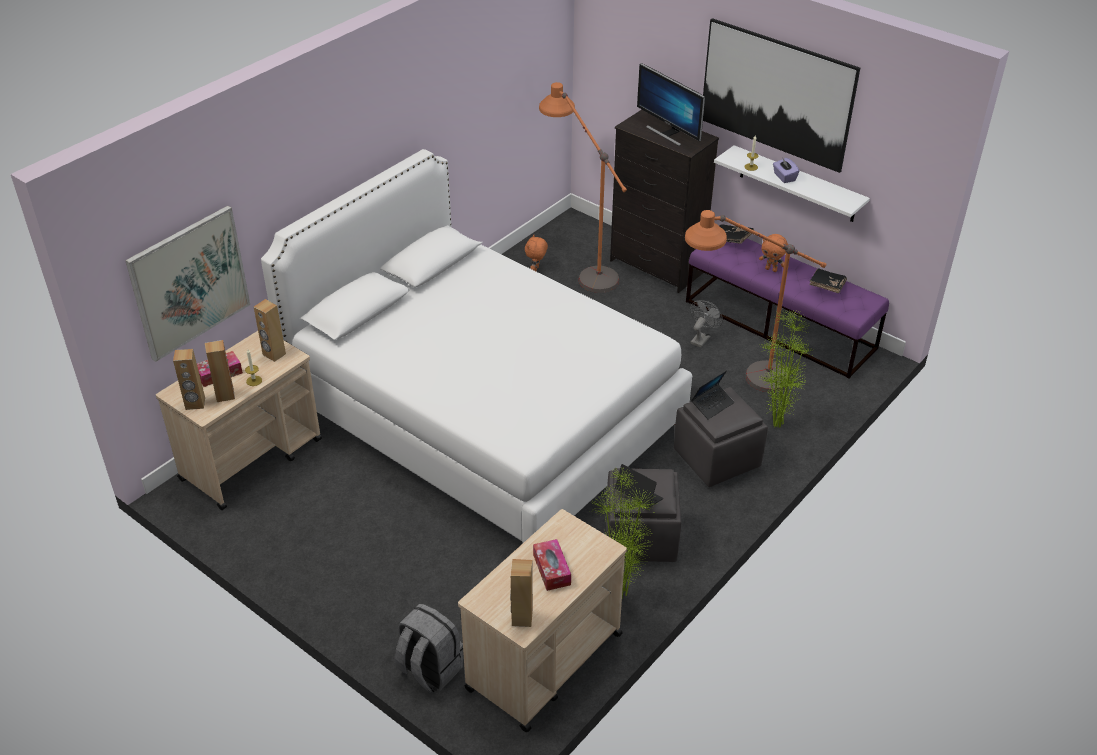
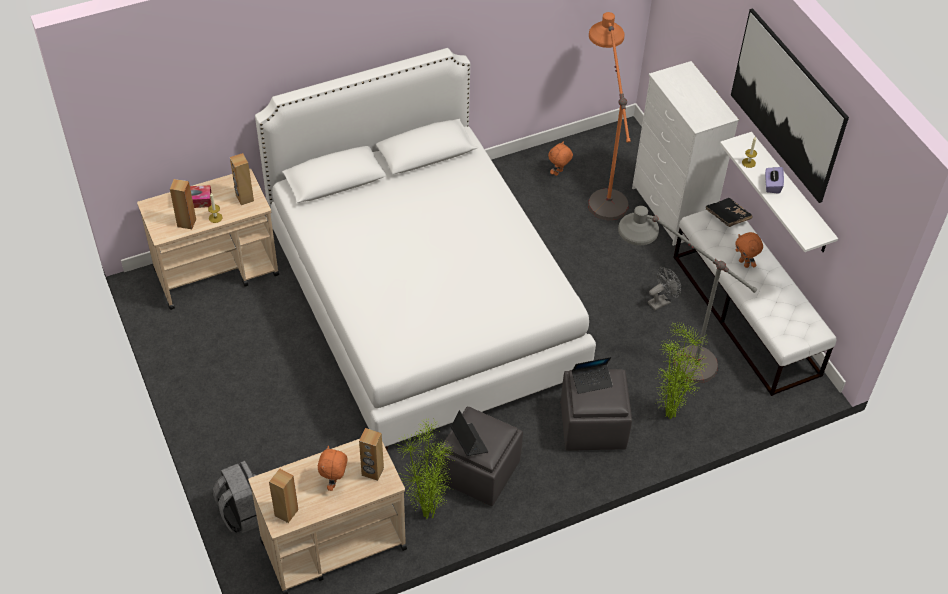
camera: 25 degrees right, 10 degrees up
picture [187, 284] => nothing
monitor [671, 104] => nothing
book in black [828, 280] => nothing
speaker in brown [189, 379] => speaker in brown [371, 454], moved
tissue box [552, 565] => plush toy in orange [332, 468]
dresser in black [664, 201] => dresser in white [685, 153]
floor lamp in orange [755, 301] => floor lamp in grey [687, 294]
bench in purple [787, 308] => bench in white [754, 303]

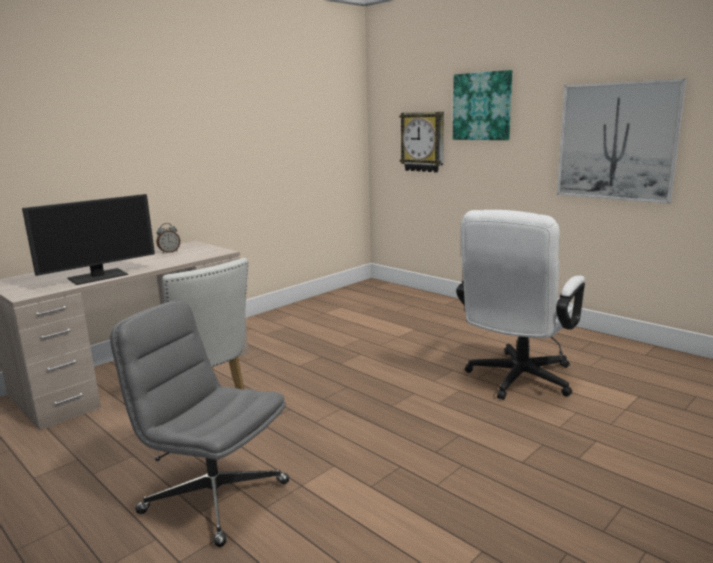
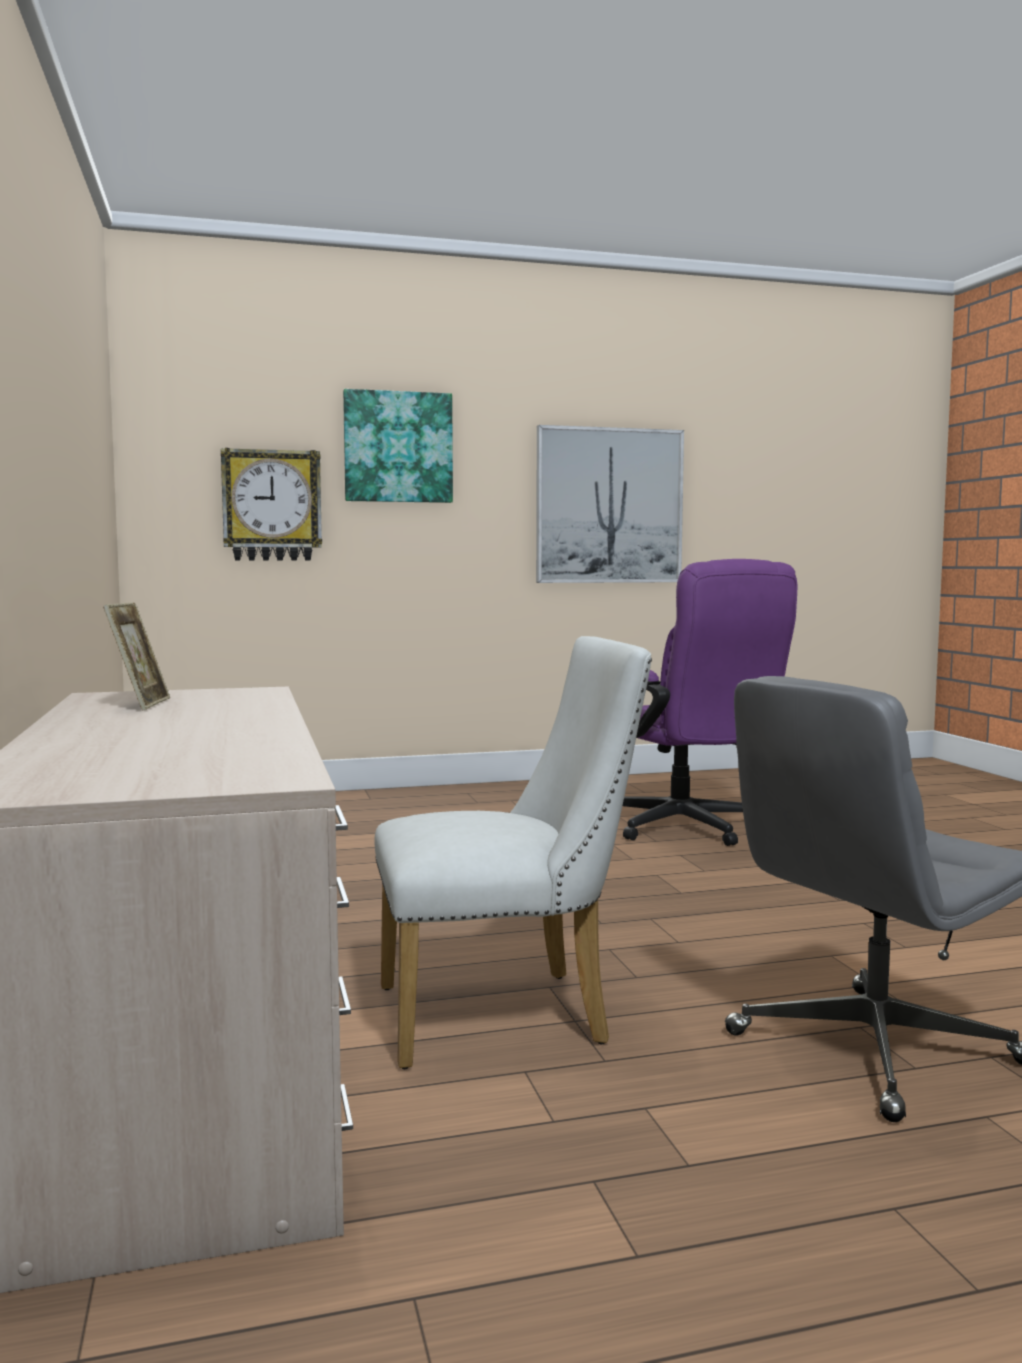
camera: 60 degrees left, 10 degrees down
monitor [88, 239] => nothing
alarm clock [168, 238] => picture frame [136, 656]
office chair in white [520, 305] => office chair in purple [710, 702]

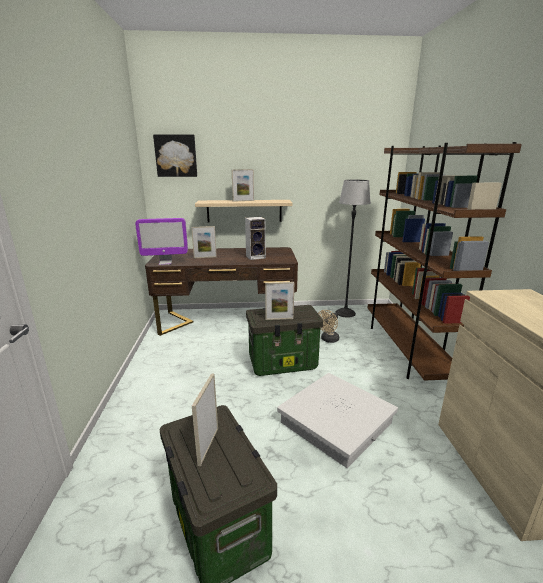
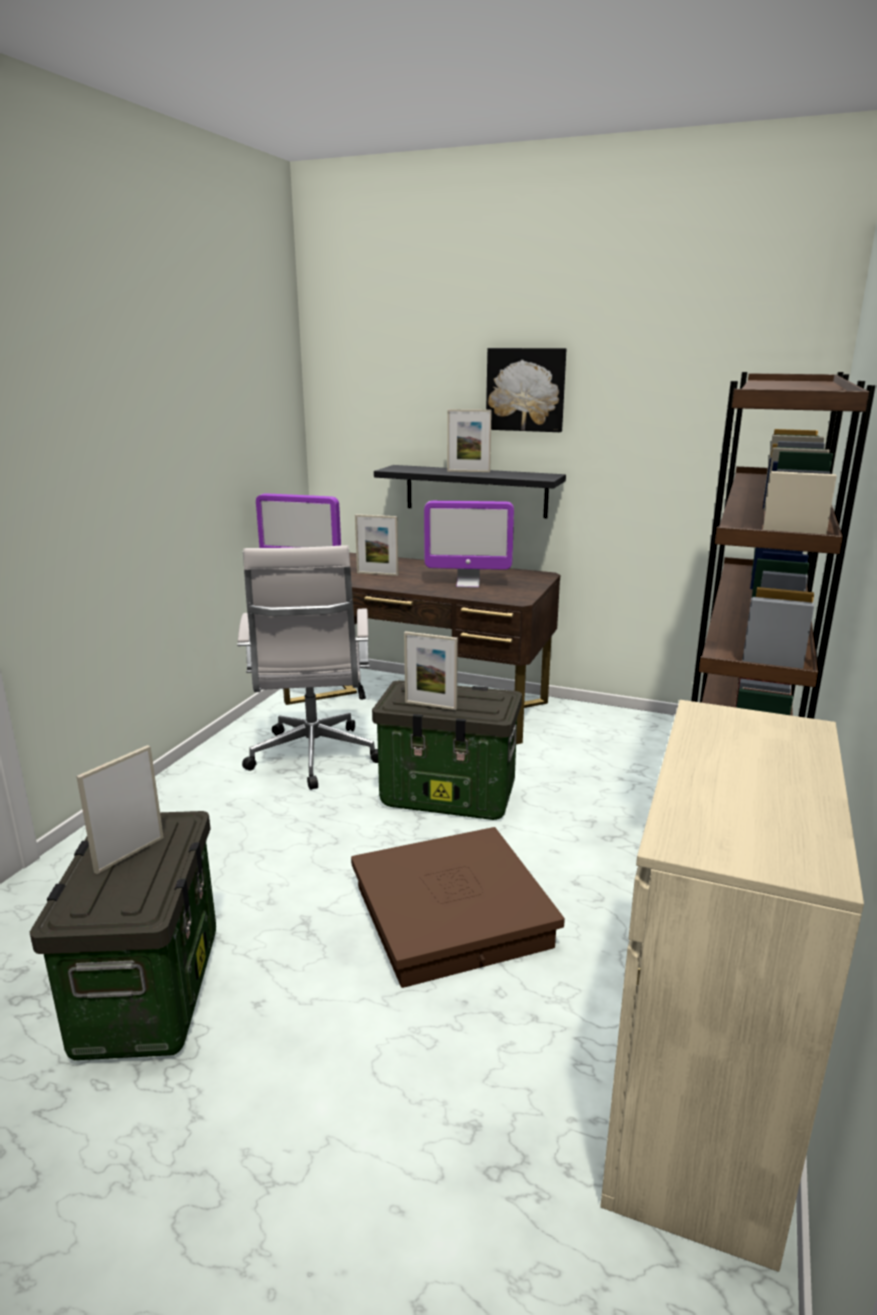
camera: 25 degrees right, 0 degrees up
fan in beige [328, 326] => nothing
floor lamp [353, 249] => nothing
nothing => office chair in white [307, 667]
picture [175, 155] => picture [526, 390], moved
speaker [255, 238] => monitor [469, 544]
shelf in beige [243, 211] => shelf in black [470, 491]
storage box in white [337, 420] => storage box in brown [458, 907]

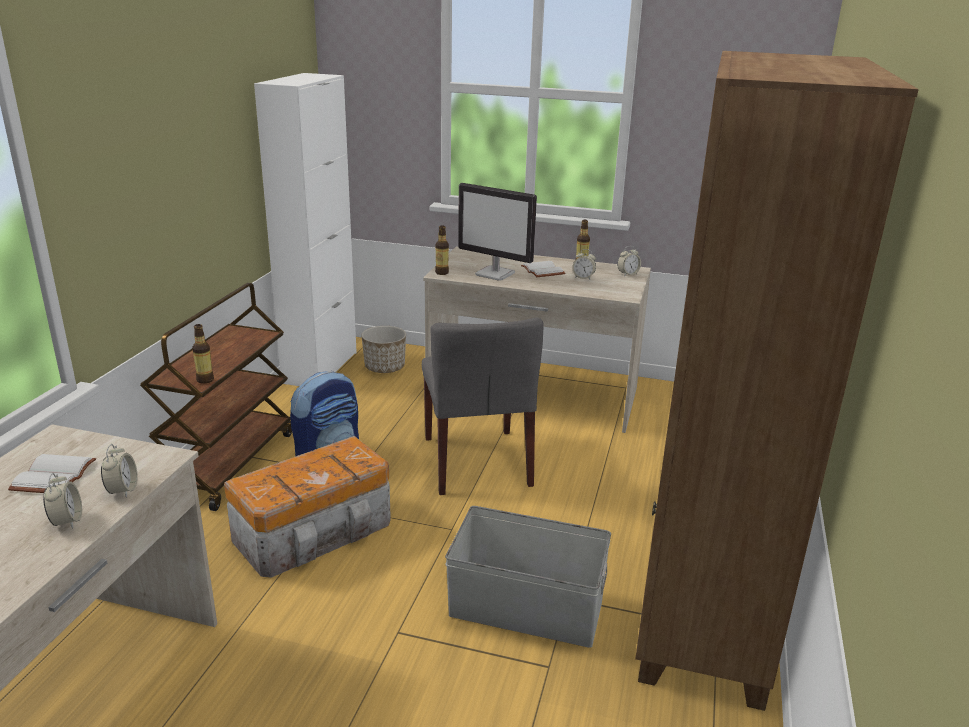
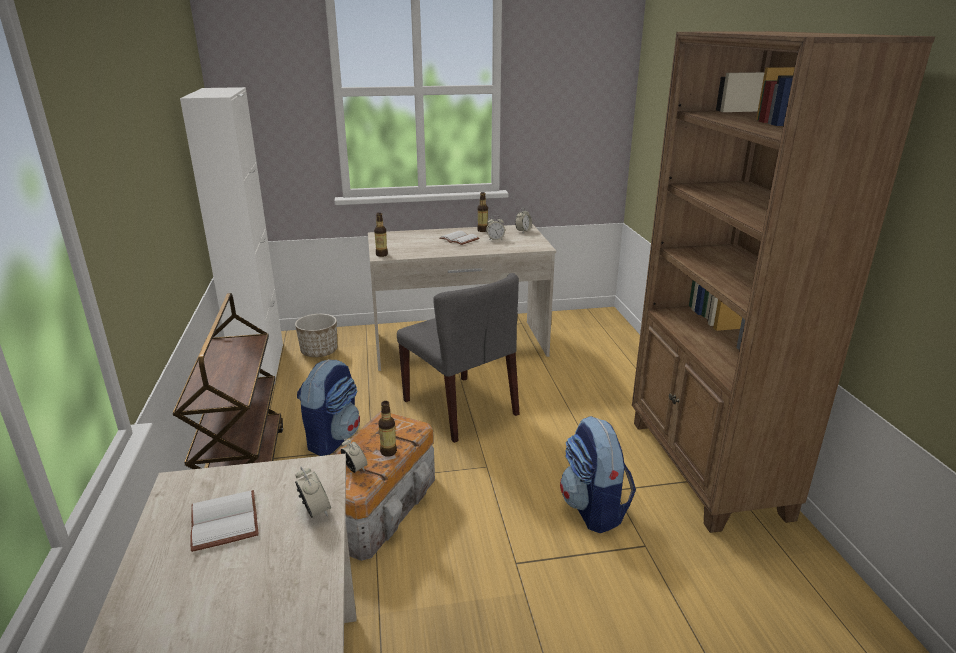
camera: 25 degrees left, 0 degrees up
monitor [497, 232] => nothing
alarm clock [62, 501] => alarm clock [354, 455], moved
bottle [203, 354] => bottle [387, 429], moved
storage box in grey [528, 577] => backpack [598, 474]

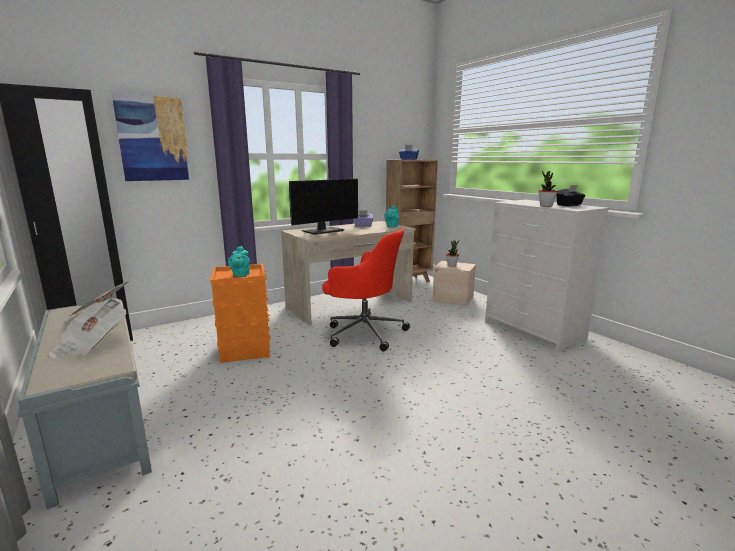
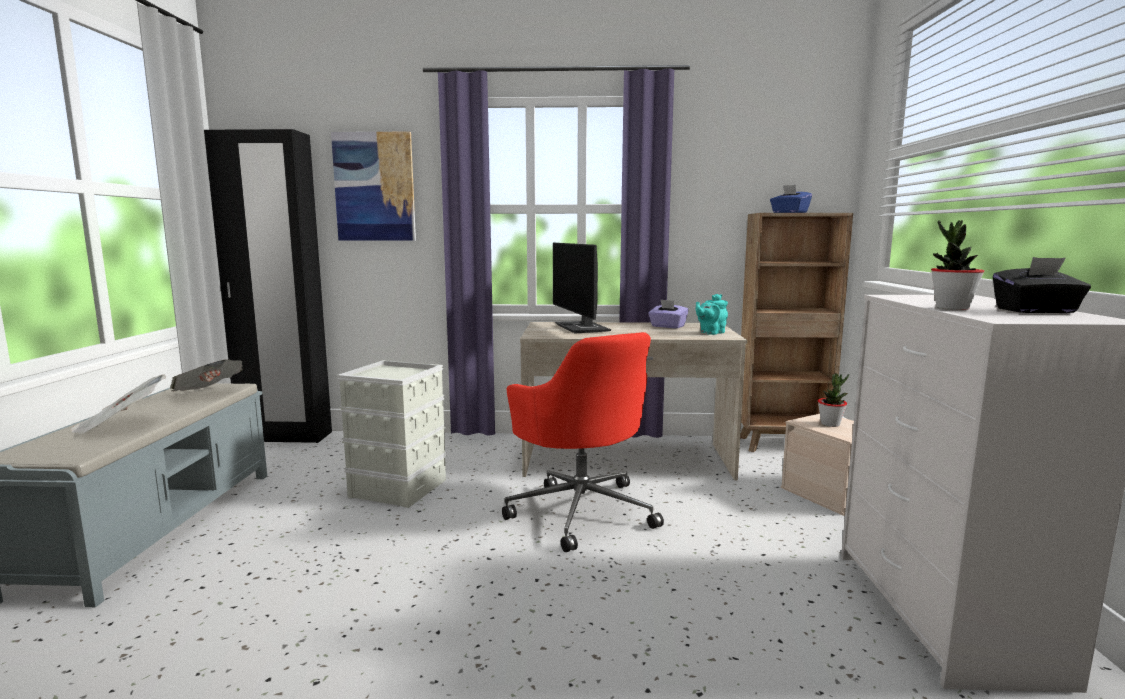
camera: 35 degrees right, 5 degrees down
teapot in turquoise [239, 261] => nothing
storage box in orange [240, 313] => storage box in grey [392, 434]
monitor [323, 207] => monitor [582, 288], 75 degrees clockwise

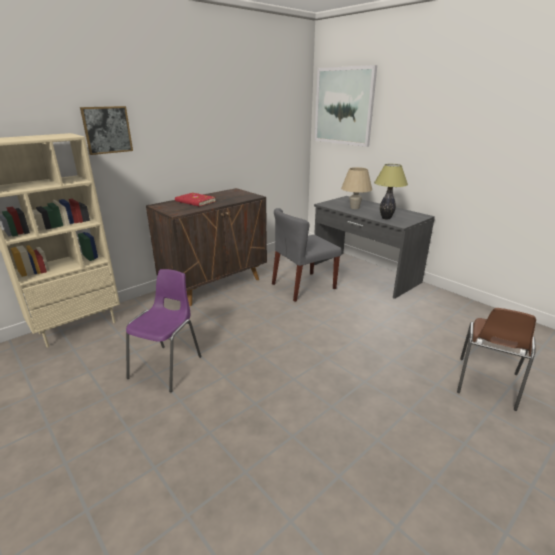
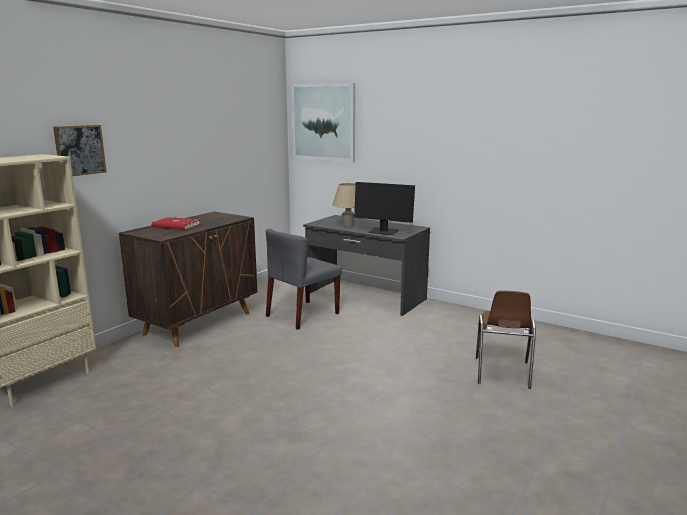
camera: 15 degrees left, 10 degrees down
chair in purple [163, 330] => nothing
table lamp [391, 191] => monitor [384, 208]

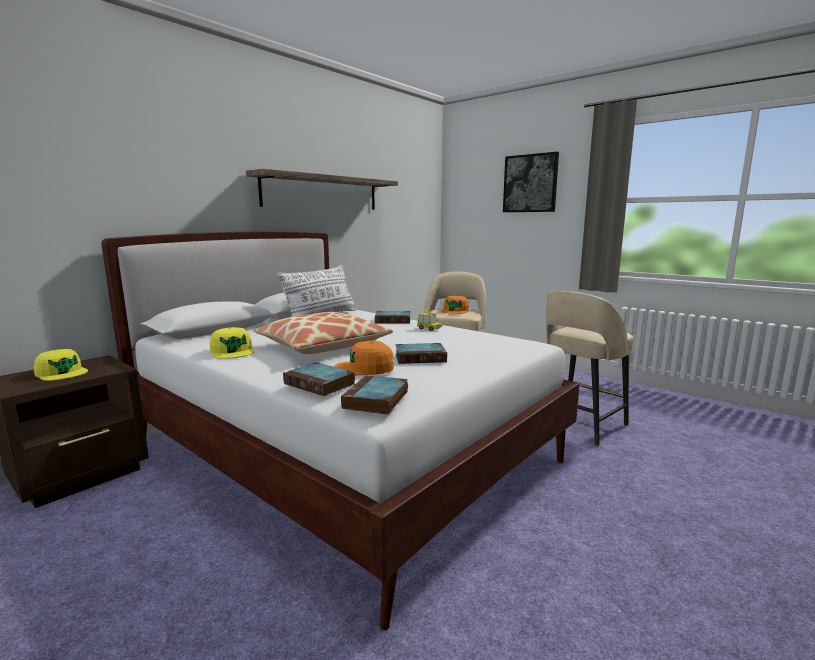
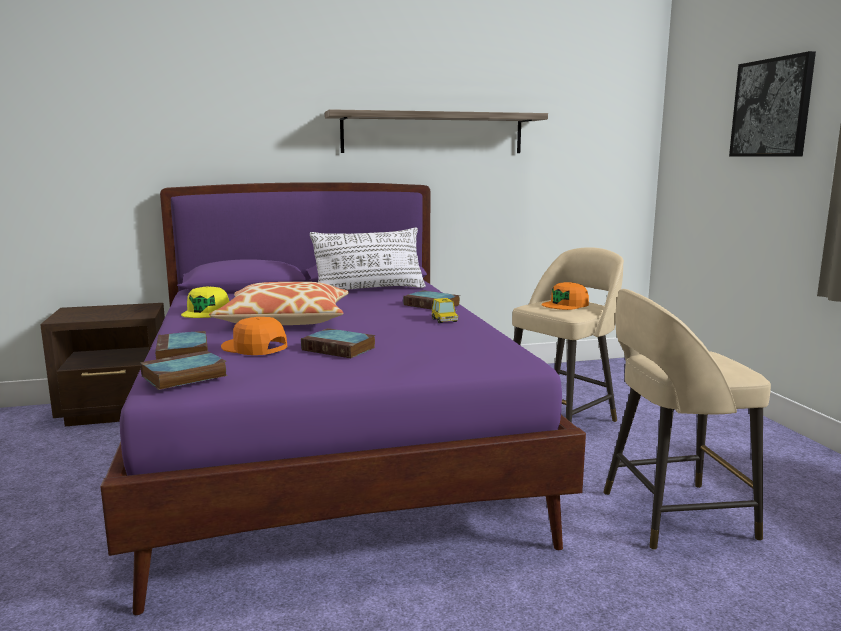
camera: 35 degrees right, 0 degrees up
cap in yellow [60, 365] => nothing
bed in white [340, 430] => bed in purple [343, 398]

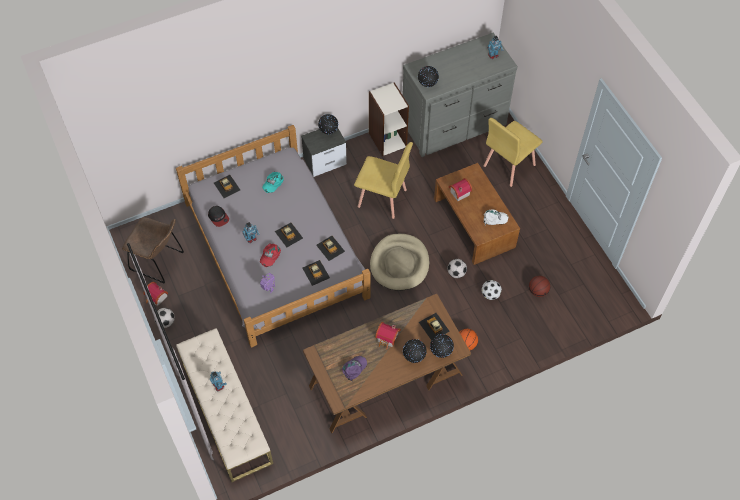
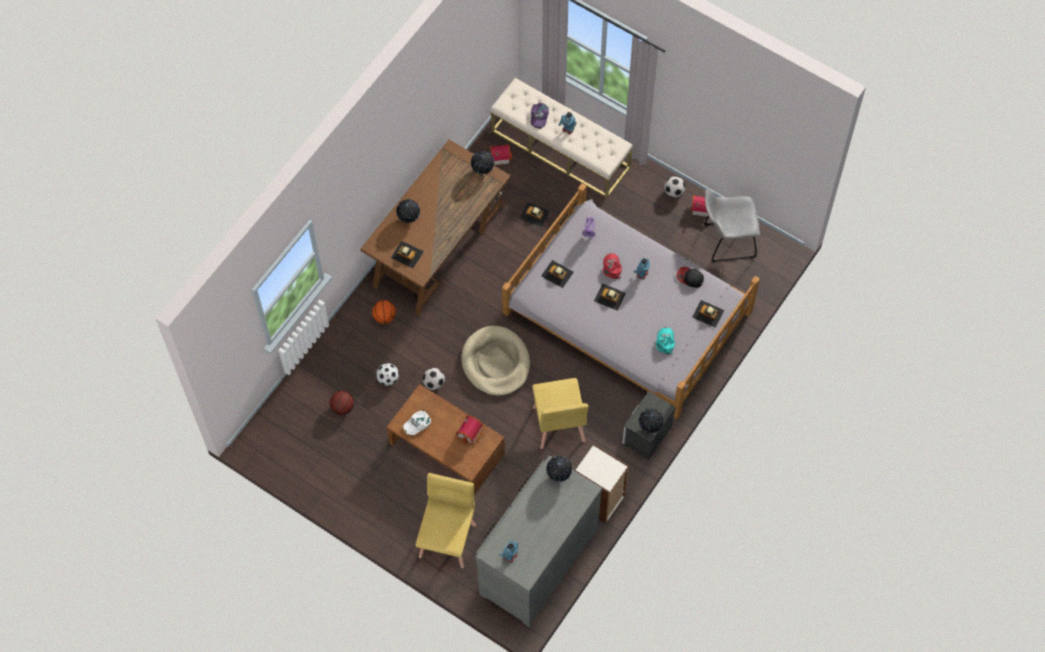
camera: 150 degrees right, 5 degrees up
toy car [330, 248] => toy car [534, 214], moved
cap in purple [354, 369] => cap in purple [540, 116], moved
toy house [388, 336] => toy house [501, 154], moved
globe [442, 346] => globe [482, 162], moved
chair in brown [153, 250] => chair in grey [732, 226]
chair in yellow [383, 180] => chair in yellow [560, 413], 90 degrees counterclockwise

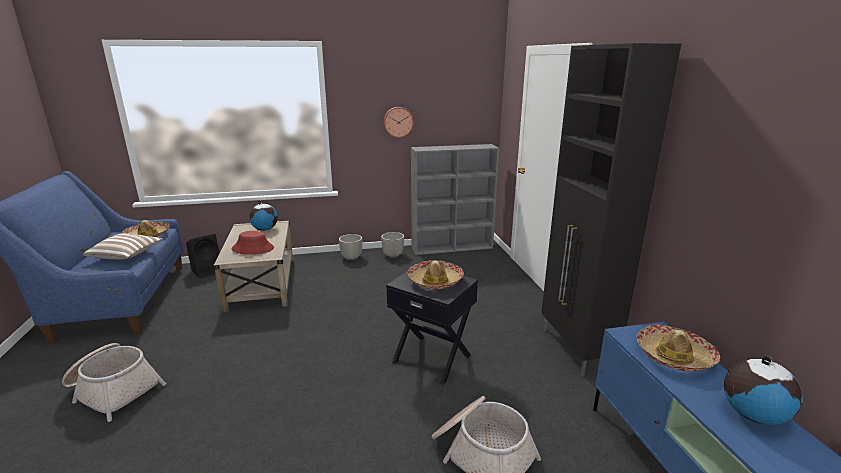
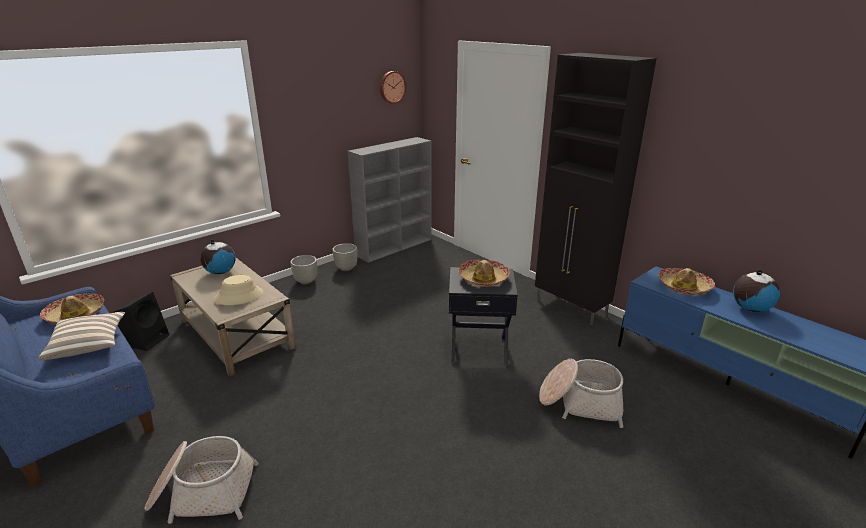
camera: 30 degrees left, 5 degrees up
wall clock [398, 122] => wall clock [393, 87], moved
hat in red [253, 243] => hat in beige [239, 290]

